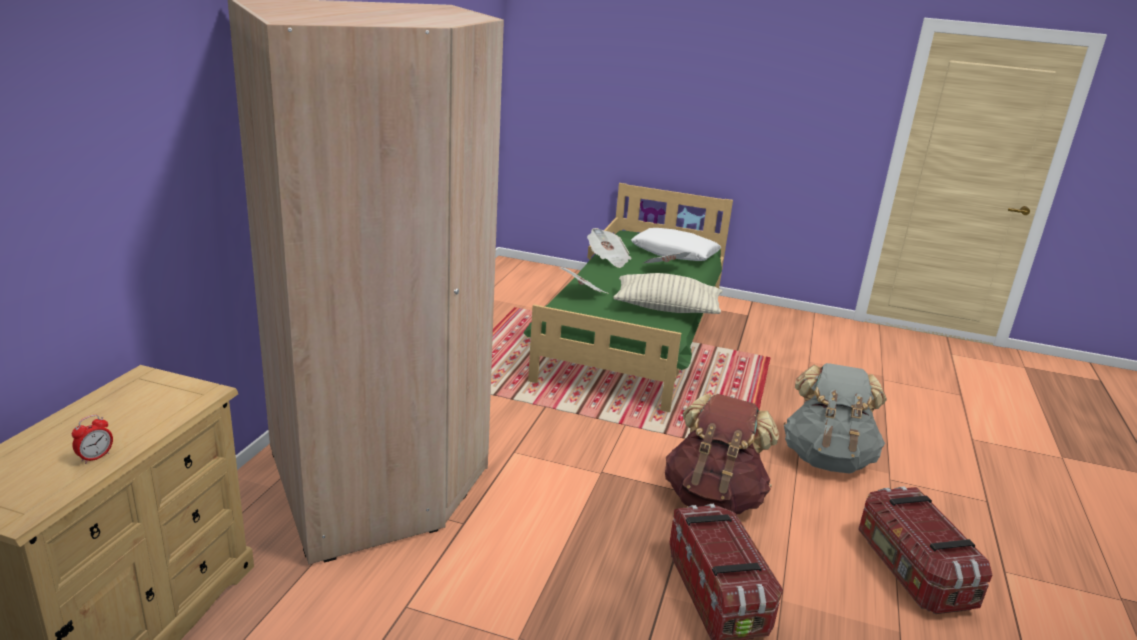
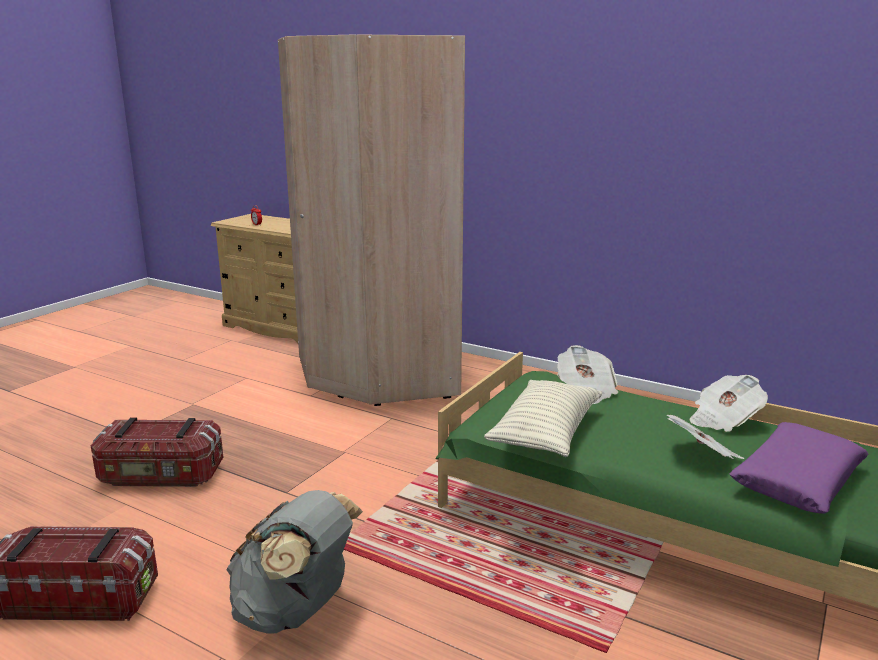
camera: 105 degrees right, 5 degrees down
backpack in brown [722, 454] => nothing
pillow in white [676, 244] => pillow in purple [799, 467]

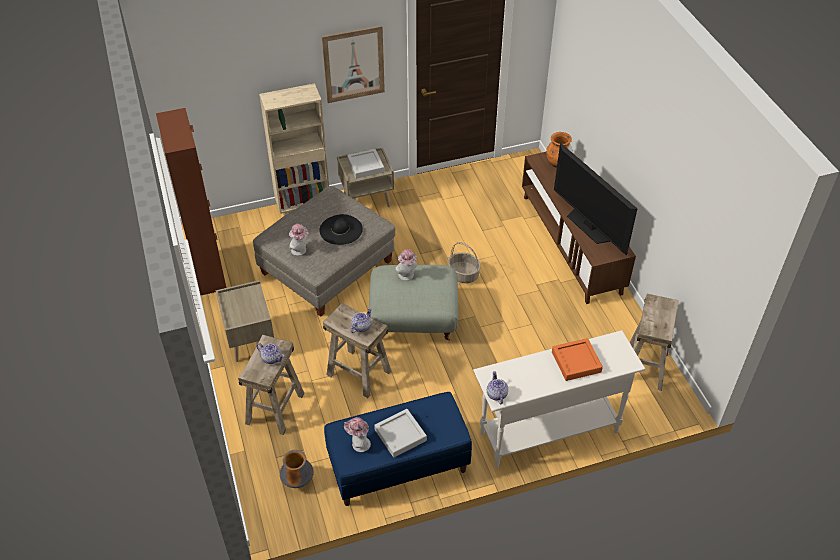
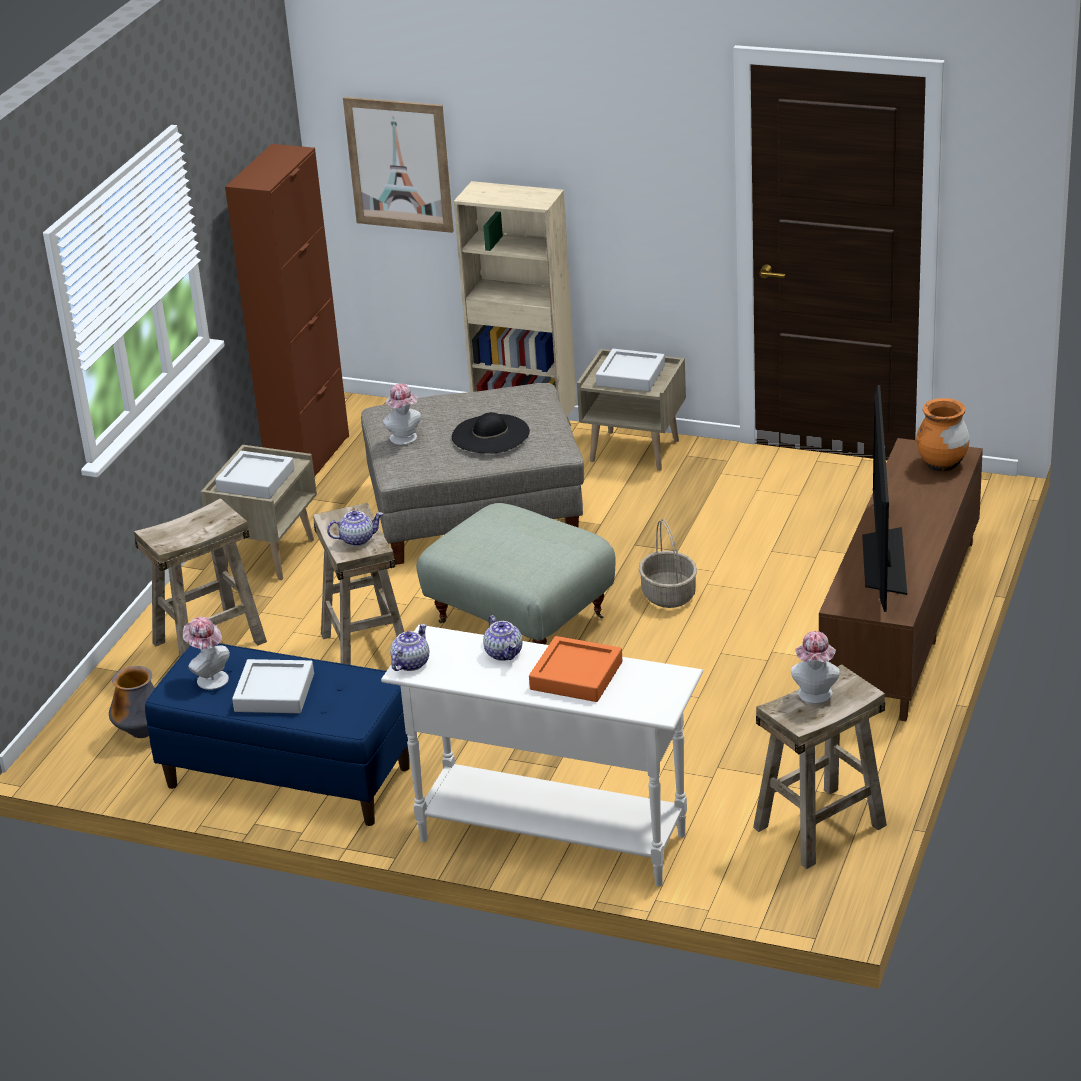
camera: 40 degrees right, 15 degrees down
nothing => tray in grey [254, 475]
teapot [270, 353] => teapot [502, 638], moved
picture [353, 64] => picture [398, 165], moved
hat [406, 265] => hat [815, 667], moved

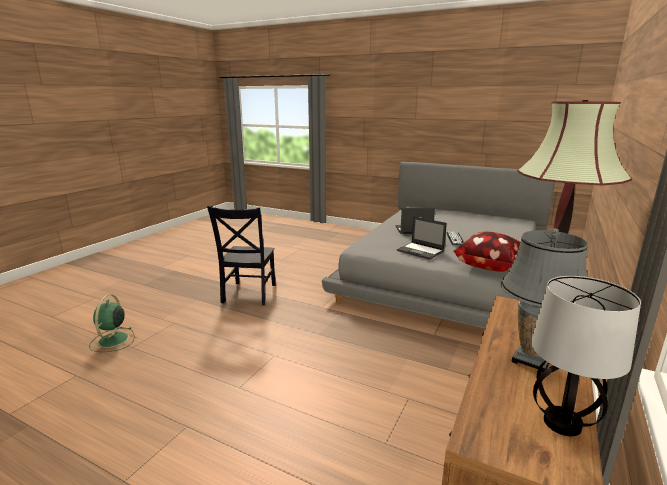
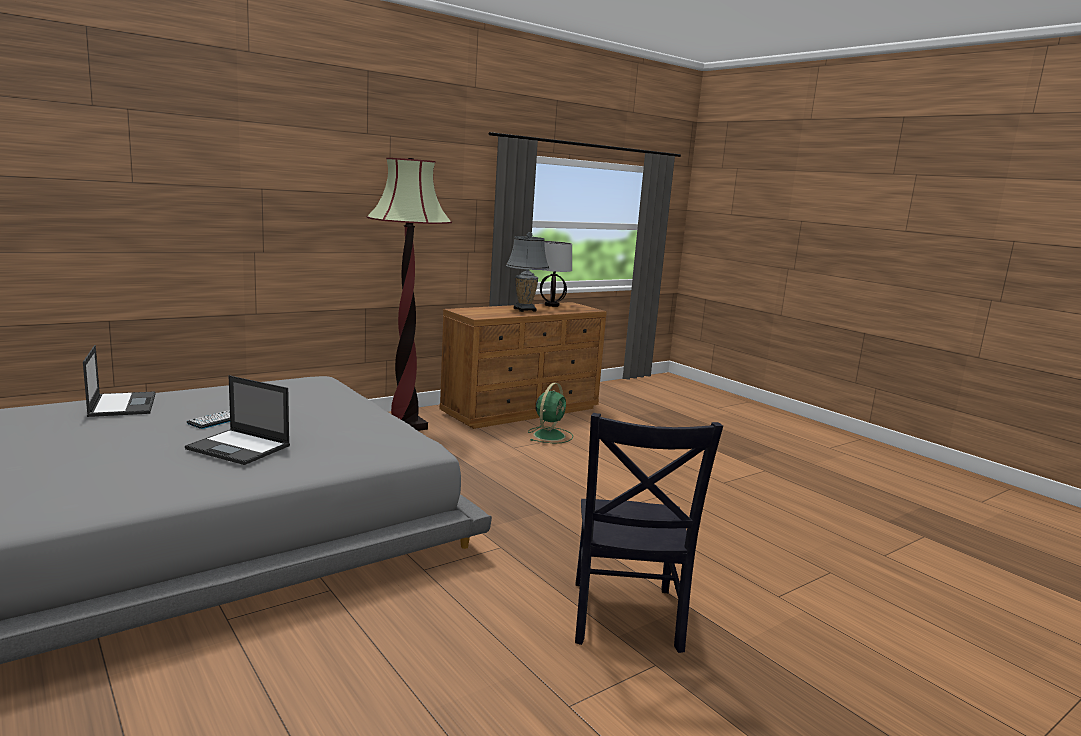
camera: 155 degrees left, 5 degrees down
pillow [486, 252] => nothing
fan in green [112, 323] => fan in green [550, 413], moved
laptop [422, 238] => laptop [119, 381], moved
chair in black [241, 255] => chair in black [649, 533], 150 degrees clockwise

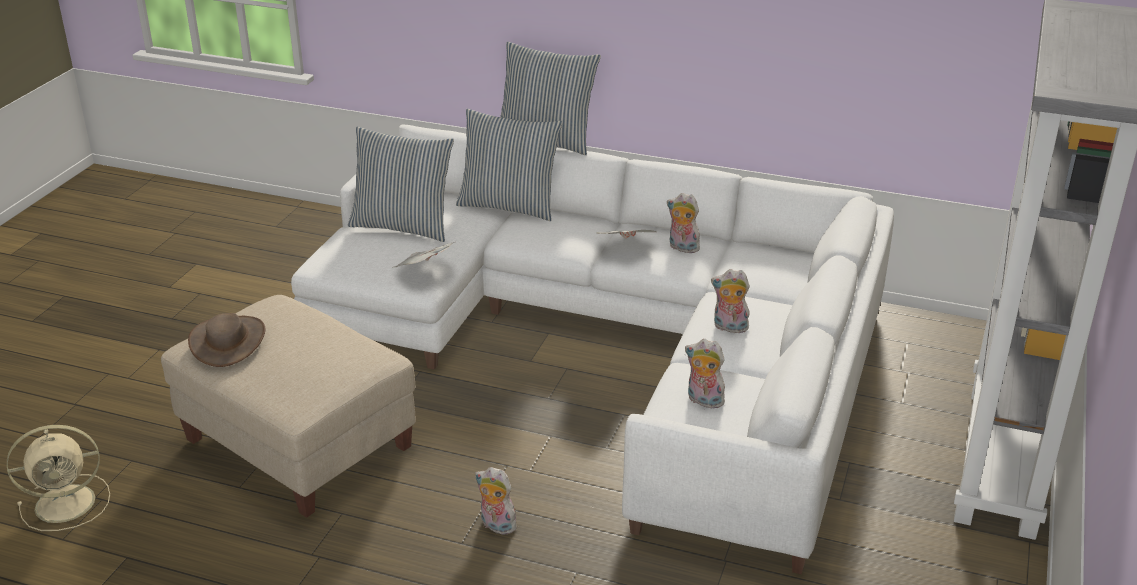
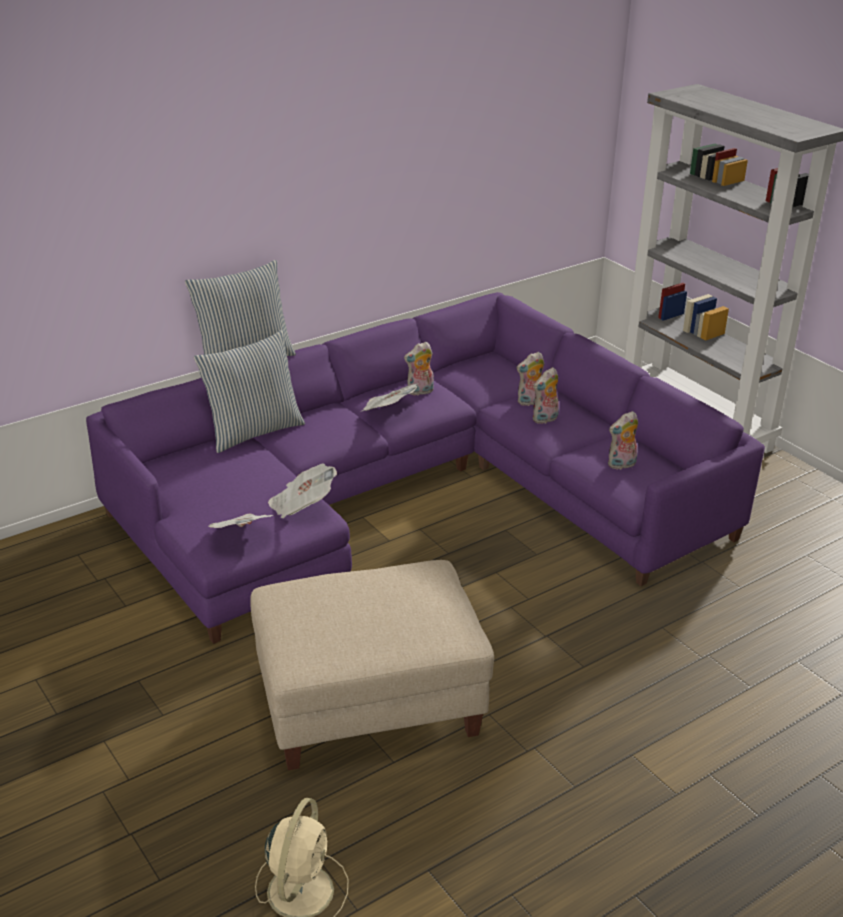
camera: 55 degrees left, 0 degrees up
hat in brown [226, 340] => nothing
pillow [401, 184] => nothing
nothing => newspaper [240, 520]
plush toy [497, 500] => plush toy [530, 379], moved
sofa in white [592, 349] => sofa in purple [425, 468]

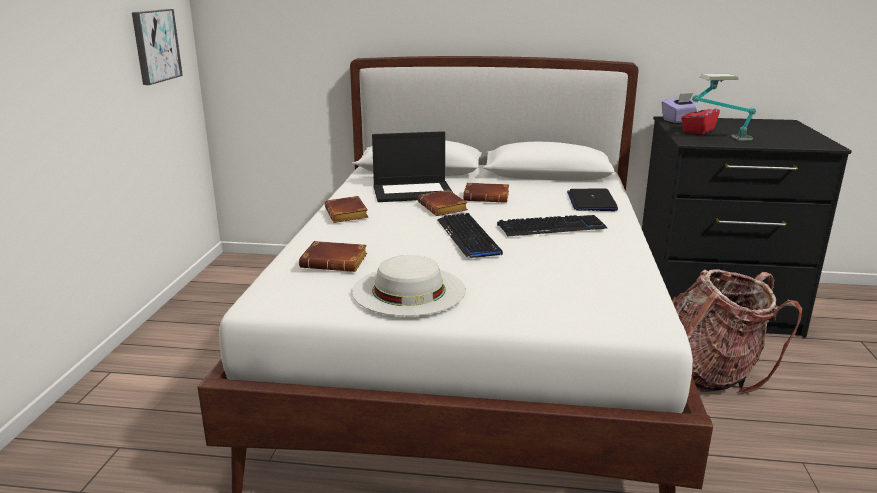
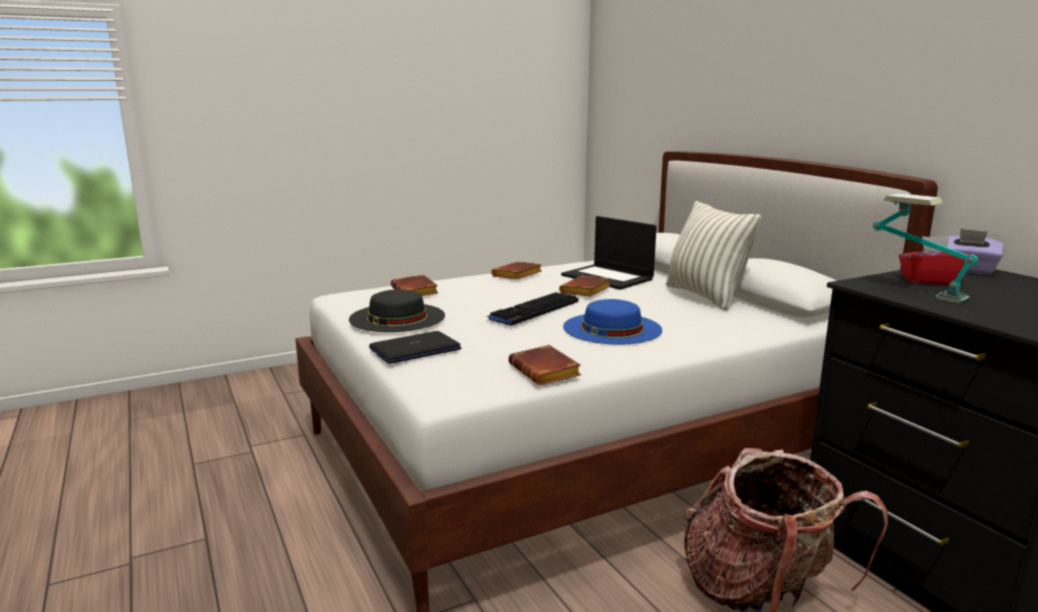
camera: 55 degrees right, 5 degrees down
picture [157, 47] => nothing
nothing => pillow [713, 256]
book in brown [486, 193] => book in brown [544, 365], moved
laptop [592, 200] => laptop [415, 347], moved
keyboard [552, 226] => hat in blue [612, 322]
hat in white [409, 285] => hat in black [397, 310]

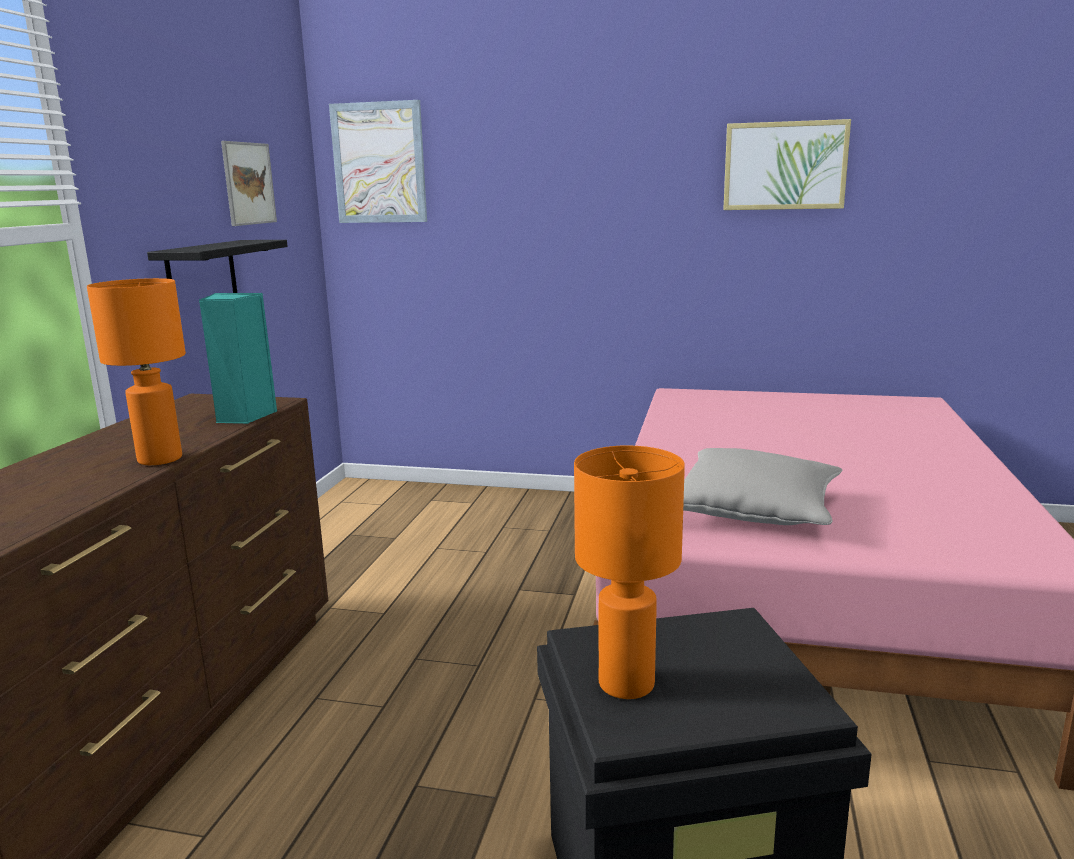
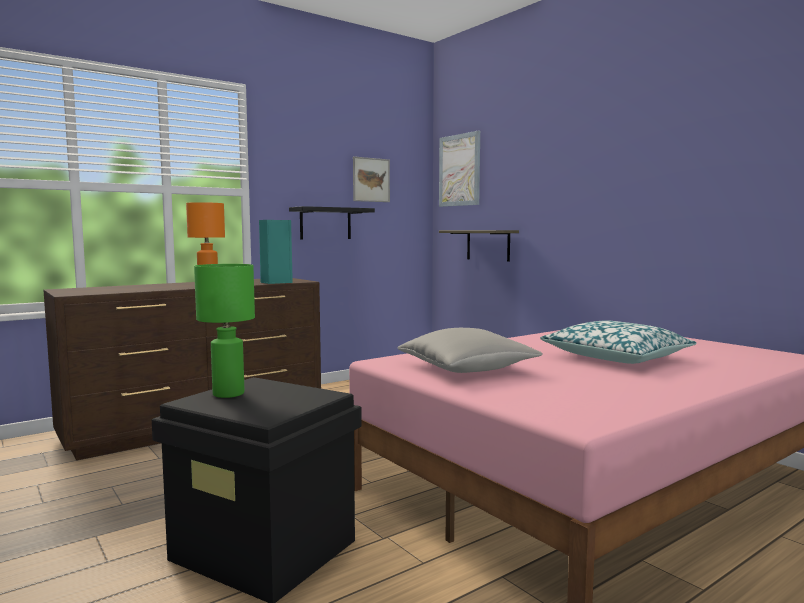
camera: 40 degrees right, 10 degrees down
picture [787, 164] => nothing
nothing => shelf [479, 246]
nothing => pillow [618, 342]
table lamp in orange [629, 572] => table lamp in green [224, 331]

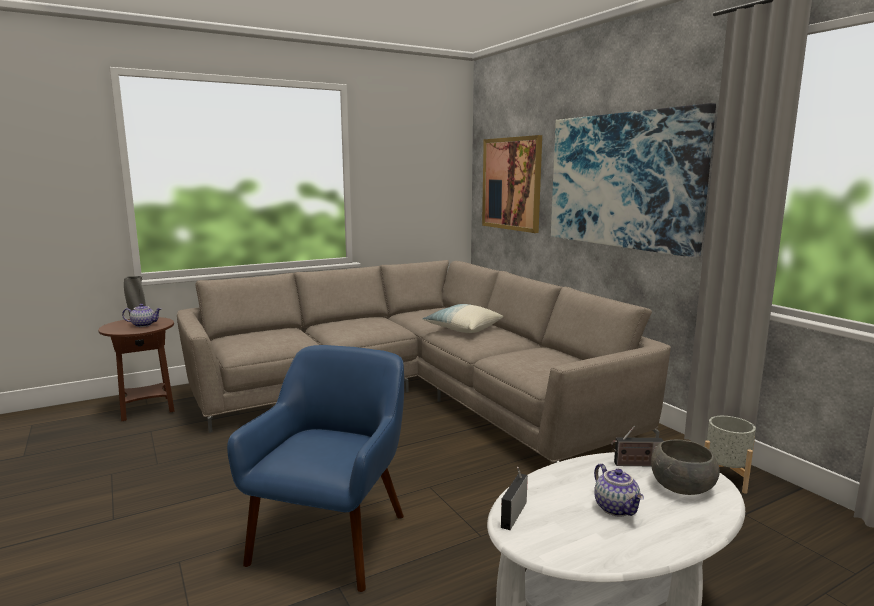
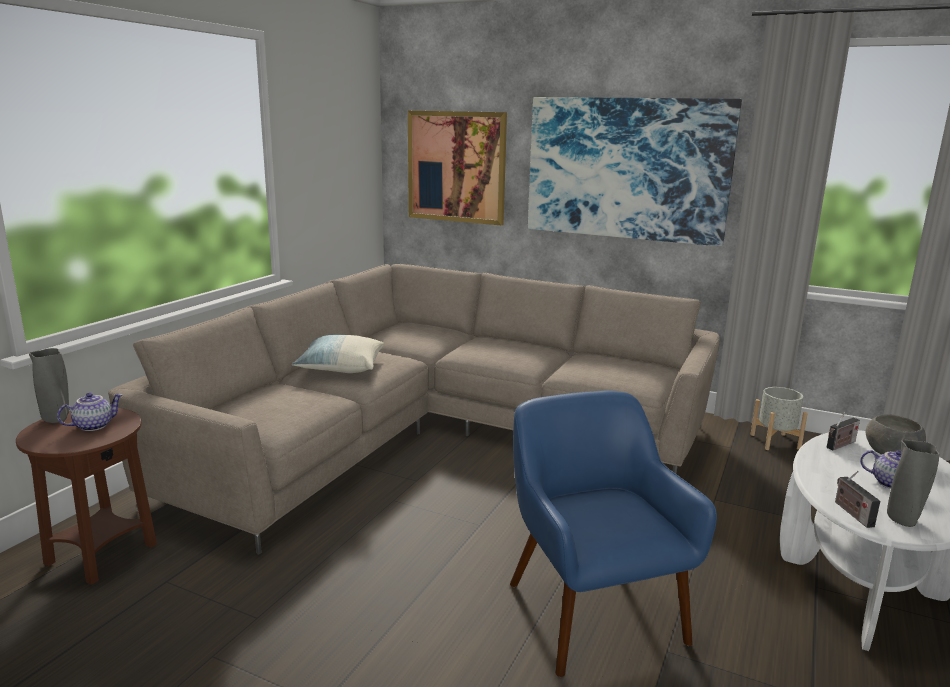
camera: 35 degrees left, 5 degrees up
nothing => vase in grey [913, 483]
pillow [462, 318] => pillow [338, 354], moved

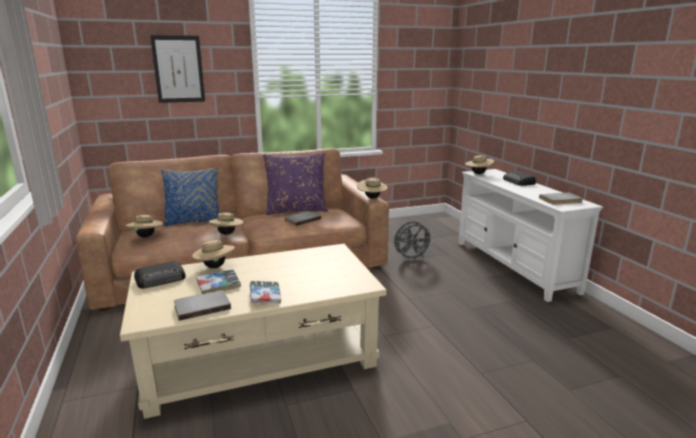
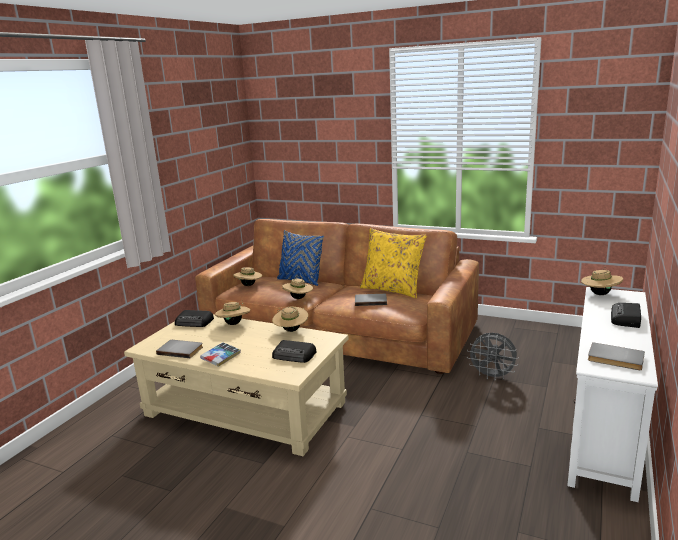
camera: 45 degrees right, 0 degrees up
picture [177, 69] => nothing
book [218, 281] => nothing
nothing => radio [294, 351]
hat in beige [372, 188] => hat in beige [290, 319], moved
pillow in purple [295, 183] => pillow in yellow [393, 263]

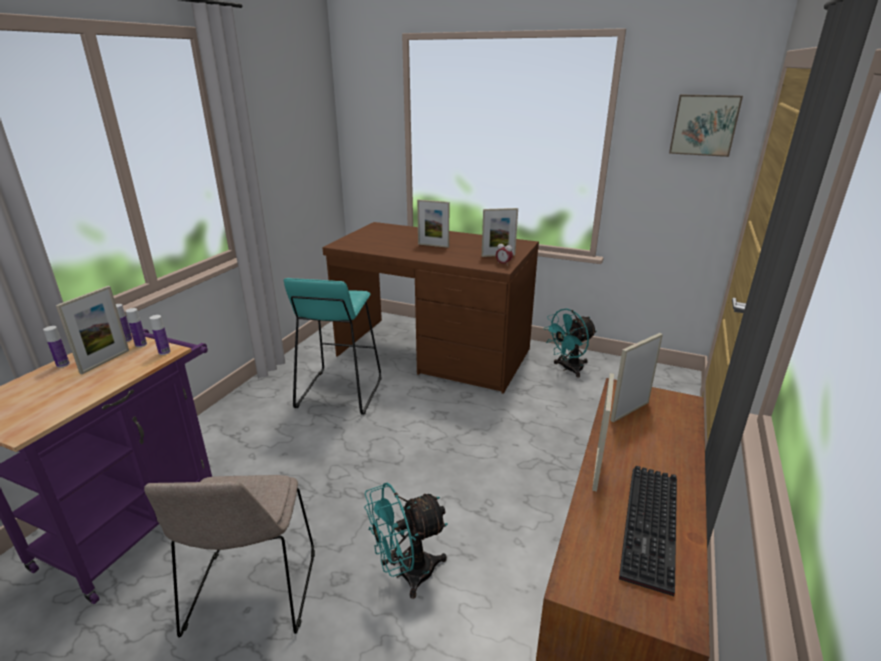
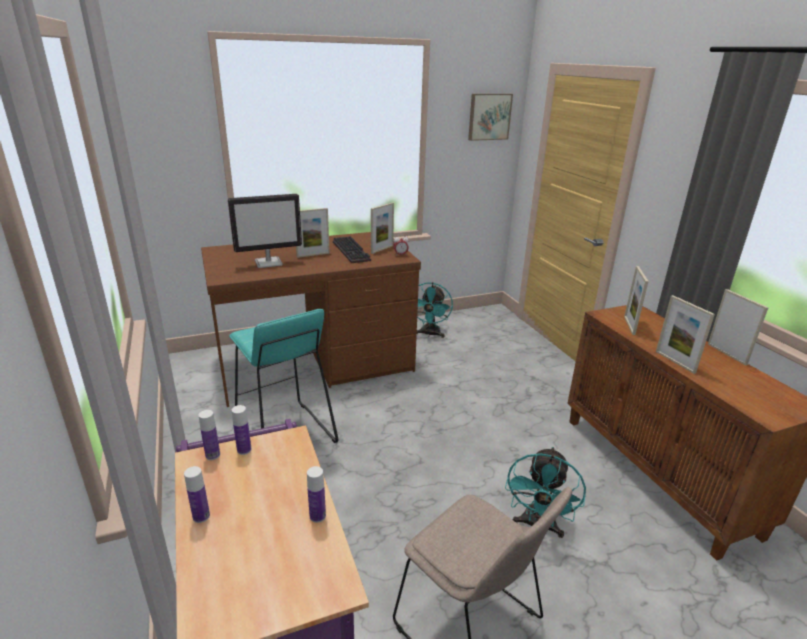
camera: 45 degrees left, 0 degrees up
nothing => monitor [265, 231]
picture frame [92, 330] => picture frame [738, 327], moved
bottle [160, 335] => bottle [316, 494], moved
keyboard [648, 531] => keyboard [352, 249], moved

